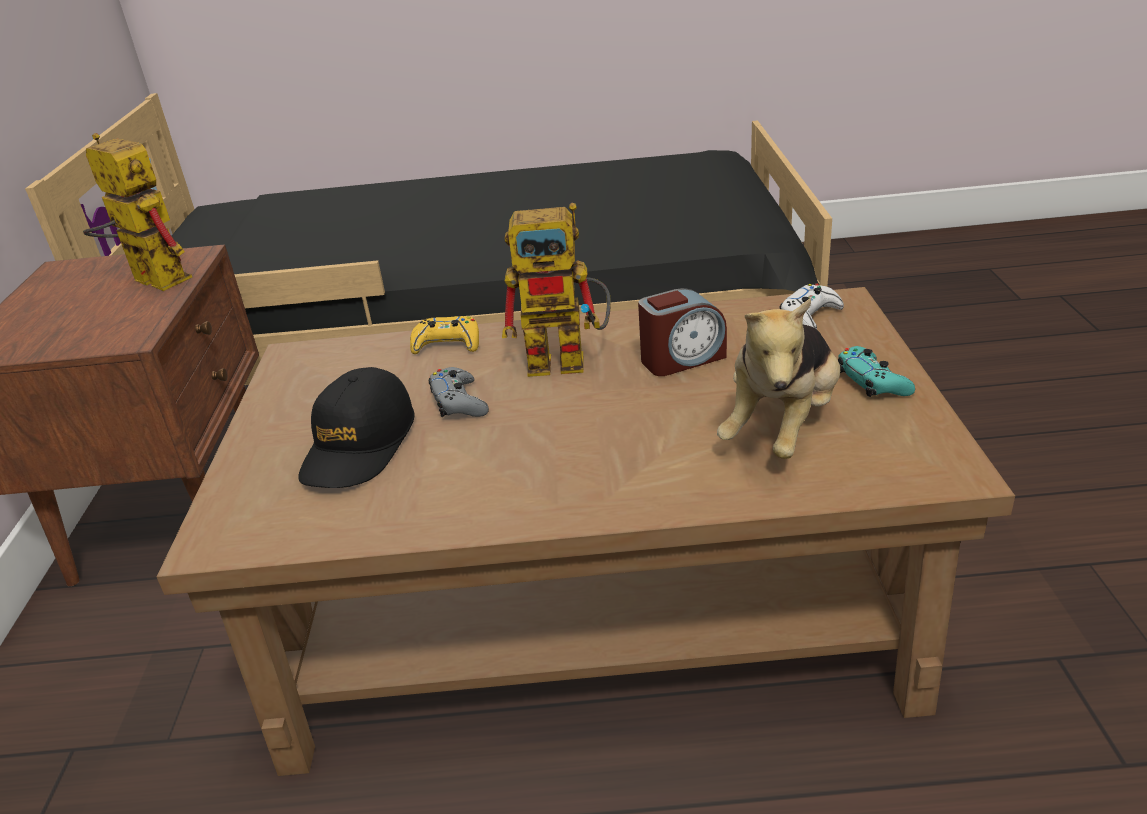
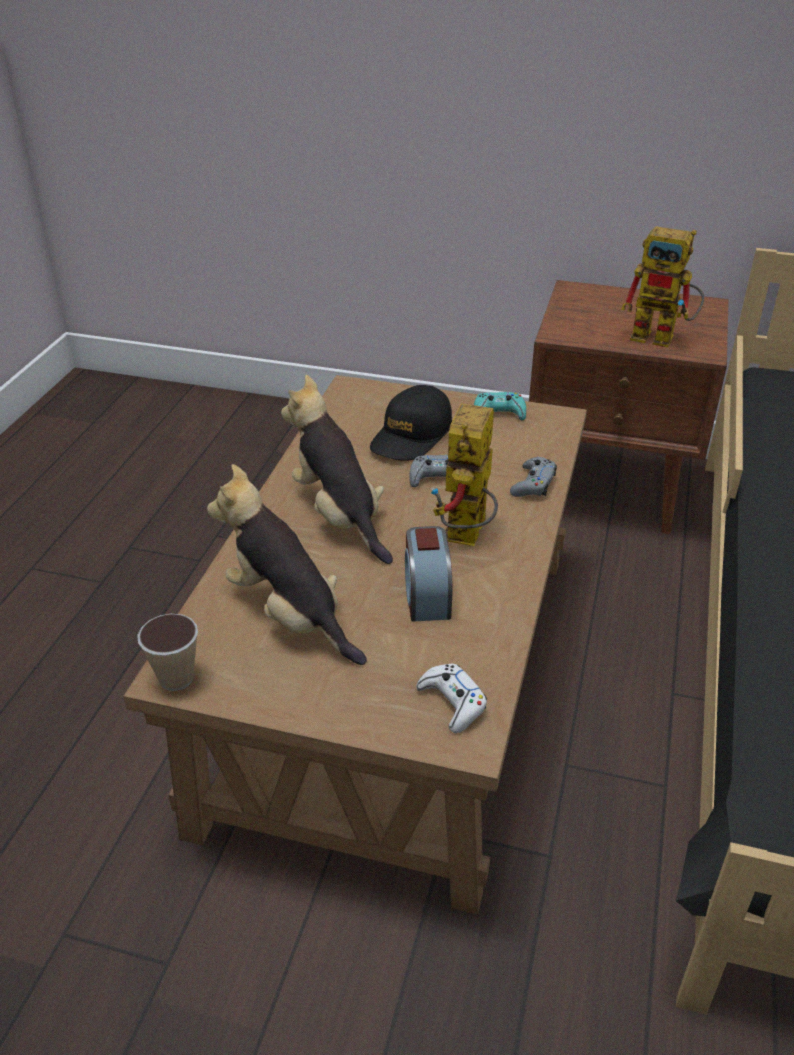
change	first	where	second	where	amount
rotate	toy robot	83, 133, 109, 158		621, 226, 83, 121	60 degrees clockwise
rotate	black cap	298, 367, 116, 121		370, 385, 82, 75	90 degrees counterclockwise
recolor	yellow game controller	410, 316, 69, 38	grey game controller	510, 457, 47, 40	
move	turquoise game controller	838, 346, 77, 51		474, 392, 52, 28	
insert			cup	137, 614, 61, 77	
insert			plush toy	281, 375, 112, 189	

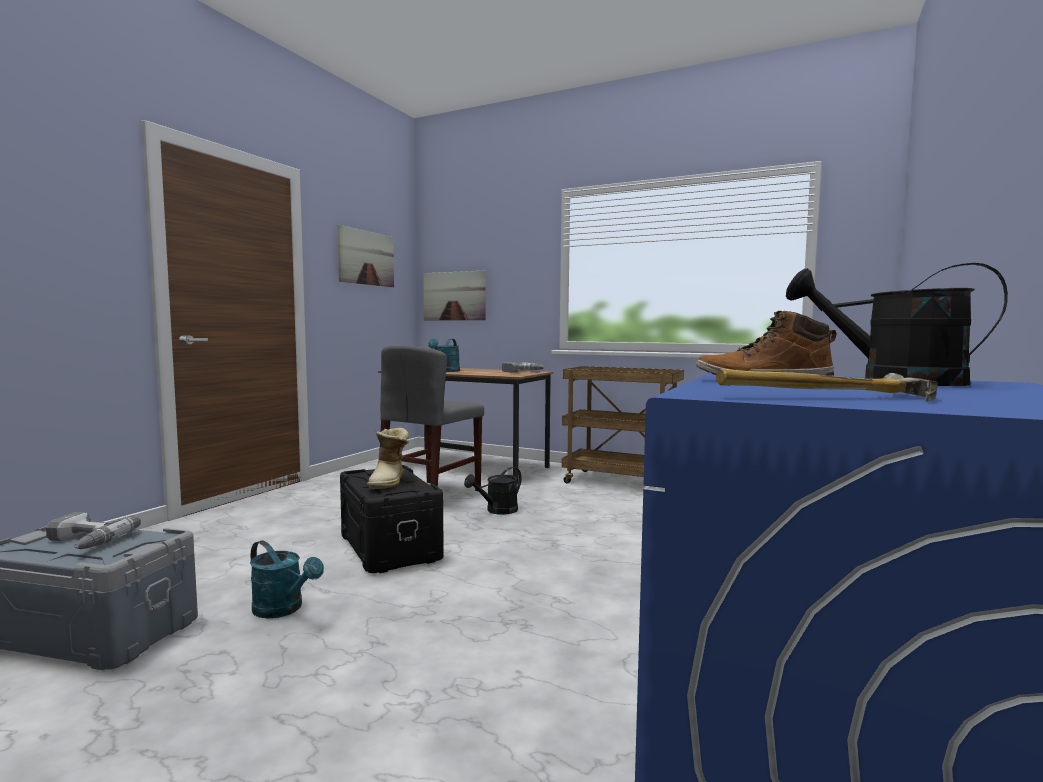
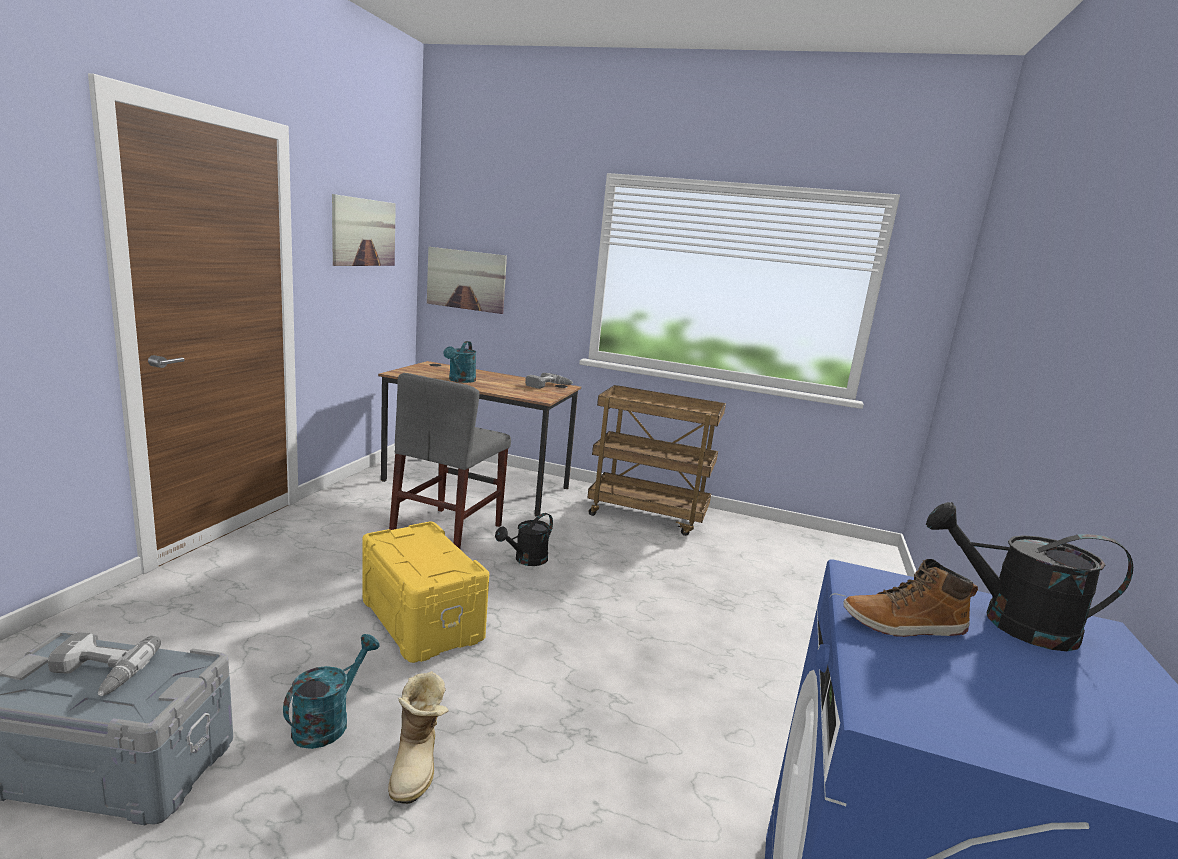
change	first	where	second	where	amount
rotate	turquoise watering can	250, 540, 74, 78		283, 634, 97, 115	90 degrees counterclockwise
recolor	black storage box	340, 465, 104, 108	yellow storage box	362, 521, 127, 142	
move	boot	367, 428, 42, 63		388, 671, 61, 133	
delete	hammer	716, 369, 222, 33			

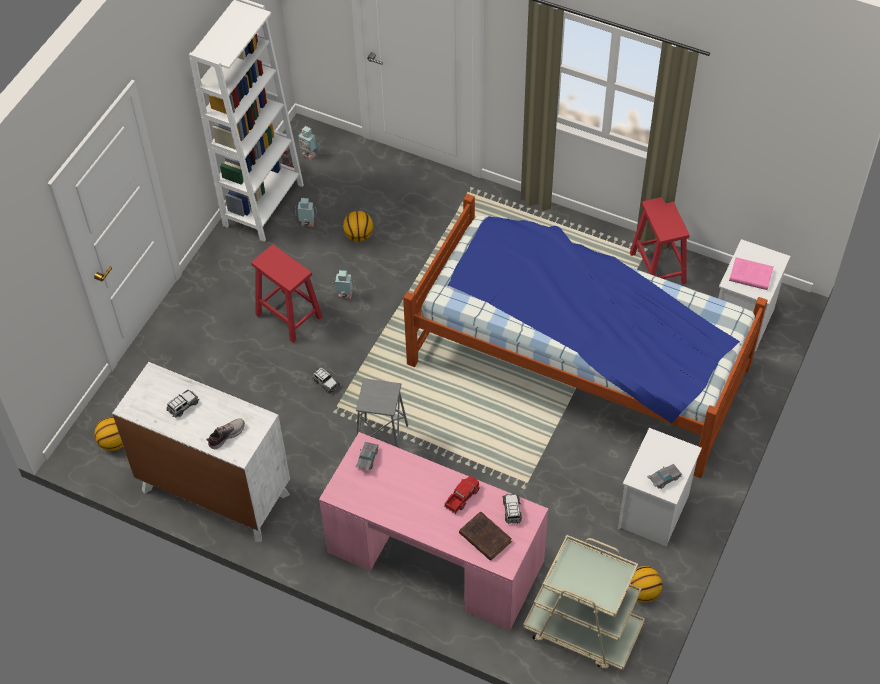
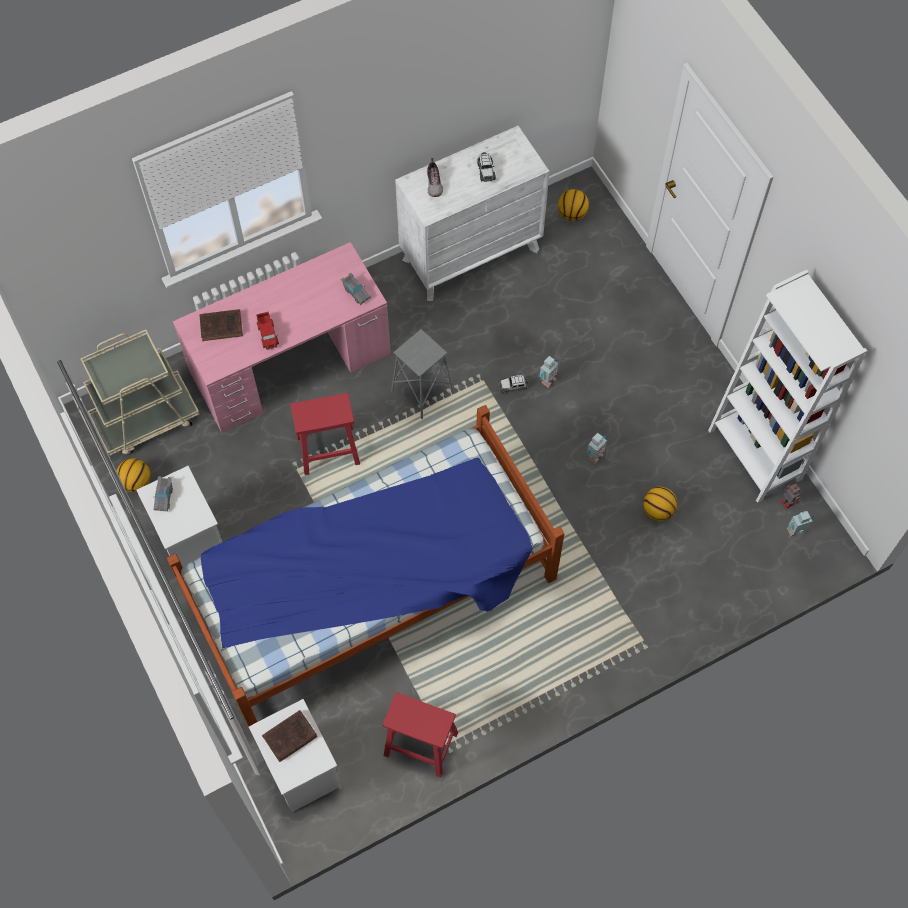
change	first	where	second	where	amount
move	red stool	251, 244, 72, 99		290, 393, 70, 82	
move	toy robot	295, 198, 22, 29		540, 356, 19, 32	
delete	toy car	503, 493, 19, 31			
recolor	pink book	729, 257, 45, 33	brown book	262, 710, 56, 52	

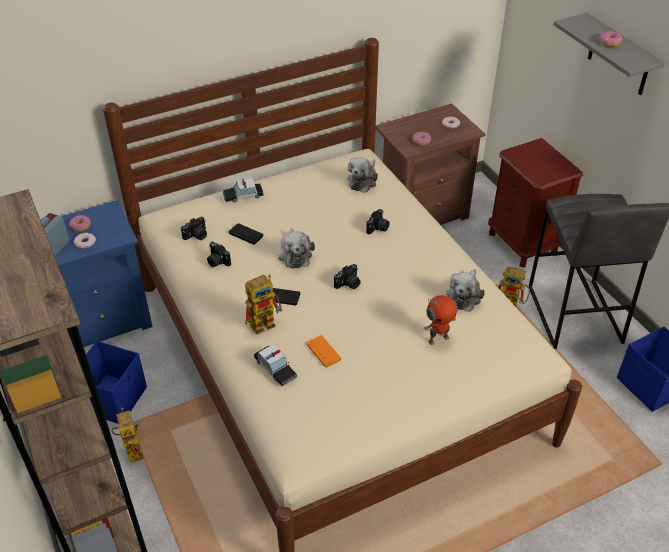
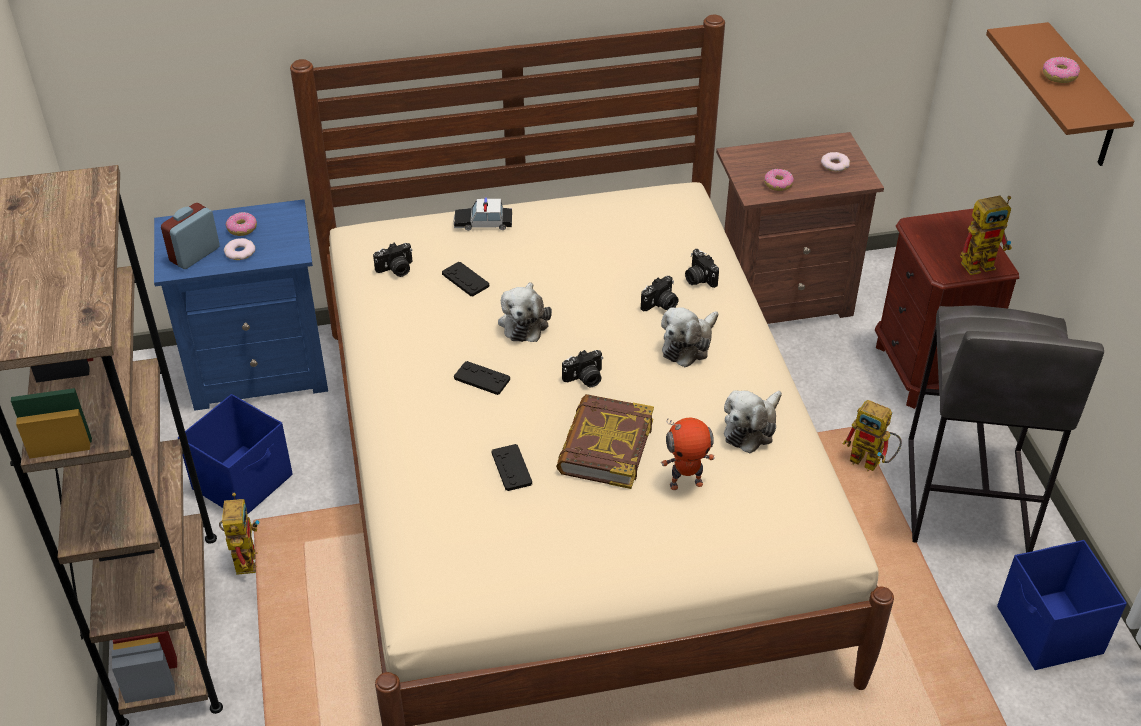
change	first	where	second	where	amount
move	photo camera	207, 241, 24, 26		685, 249, 34, 39	
move	toy robot	245, 275, 37, 60		960, 196, 52, 79	
delete	toy car	254, 344, 43, 43			
recolor	orange game controller	307, 335, 34, 33	black game controller	492, 444, 40, 47	
move	plush toy	347, 157, 31, 36		661, 307, 57, 60	
recolor	grey shelf	554, 13, 111, 82	brown shelf	986, 22, 148, 144	
insert			book	556, 394, 98, 95	

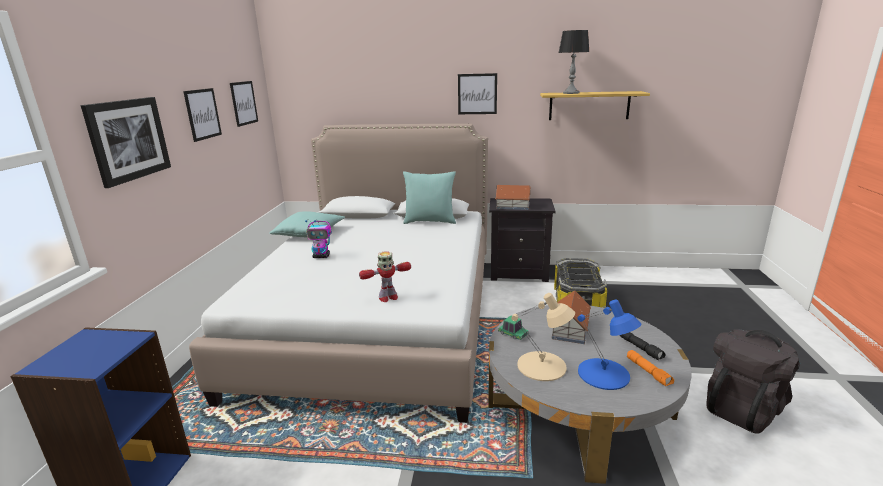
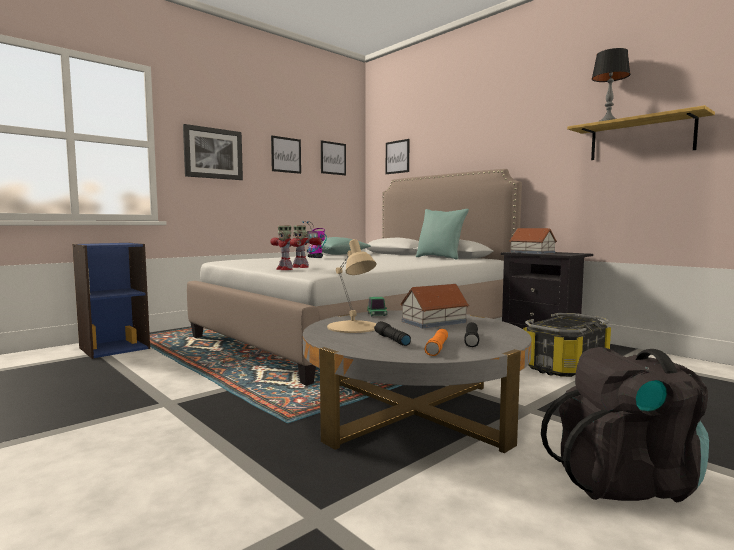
change	first	where	second	where	amount
move	picture	458, 73, 39, 41		386, 139, 24, 35	
replace	blue table lamp	577, 299, 65, 91	black flashlight	374, 321, 37, 25	
insert			toy robot	270, 225, 32, 45	

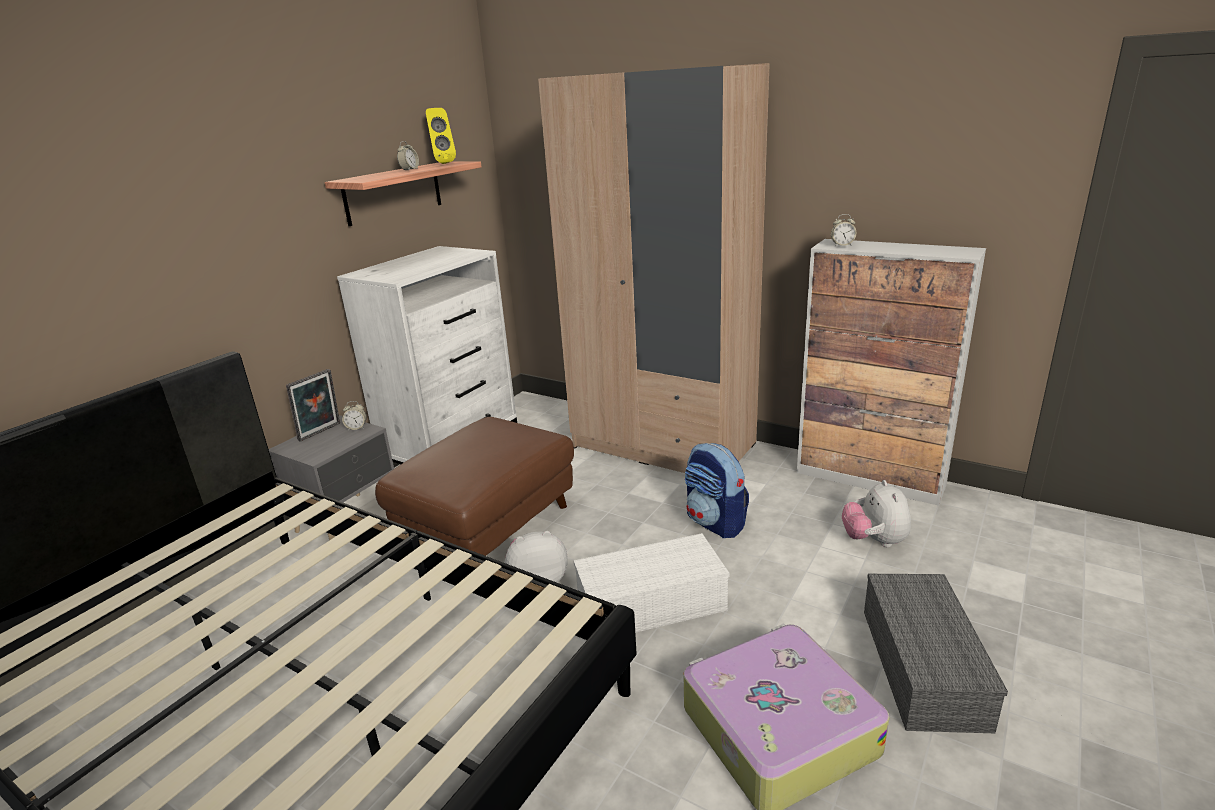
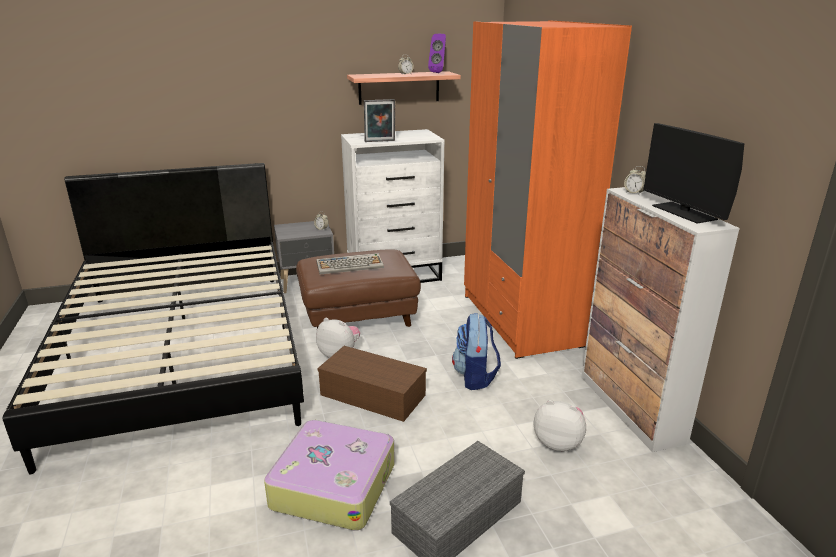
change	first	where	second	where	amount
move	picture frame	286, 369, 54, 73		364, 99, 31, 43	
recolor	yellow speaker	426, 108, 30, 56	purple speaker	428, 34, 18, 39	
recolor	beige wardrobe	538, 63, 232, 410	orange wardrobe	464, 20, 168, 339	
recolor	white storage box	574, 533, 155, 100	brown storage box	317, 346, 110, 76	
rotate	plush toy	842, 480, 69, 67		534, 400, 52, 52	75 degrees clockwise
insert			keyboard	316, 253, 68, 21	
insert			monitor	643, 123, 102, 101	

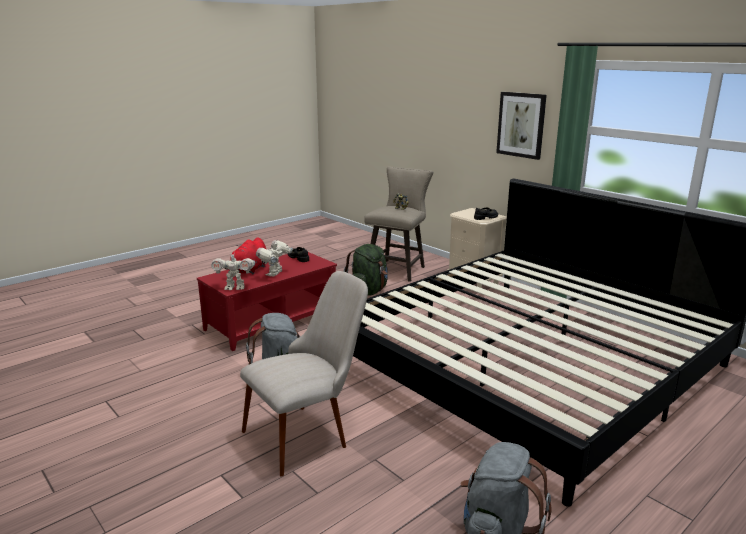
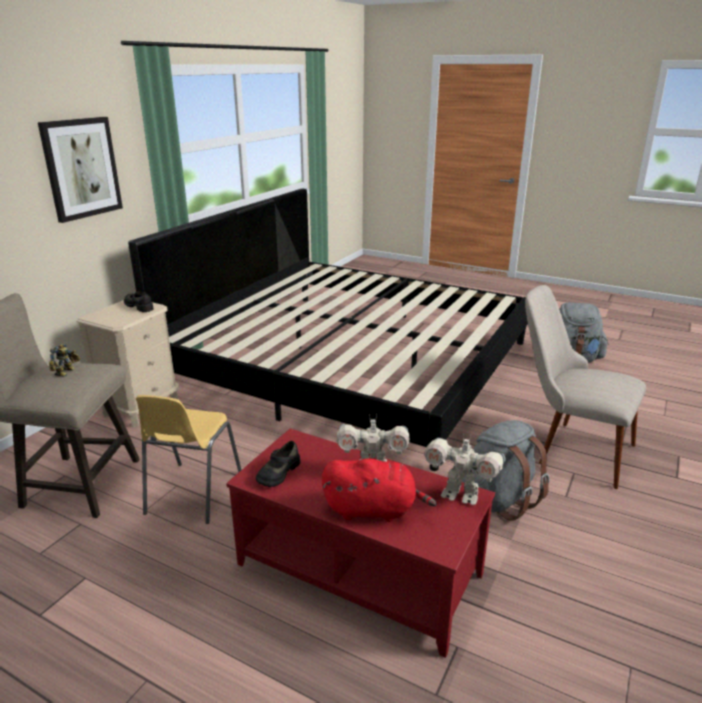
change	first	where	second	where	amount
rotate	toy robot	211, 251, 44, 39		425, 433, 81, 72	135 degrees clockwise
replace	green backpack	344, 244, 44, 52	yellow chair	136, 395, 105, 129	

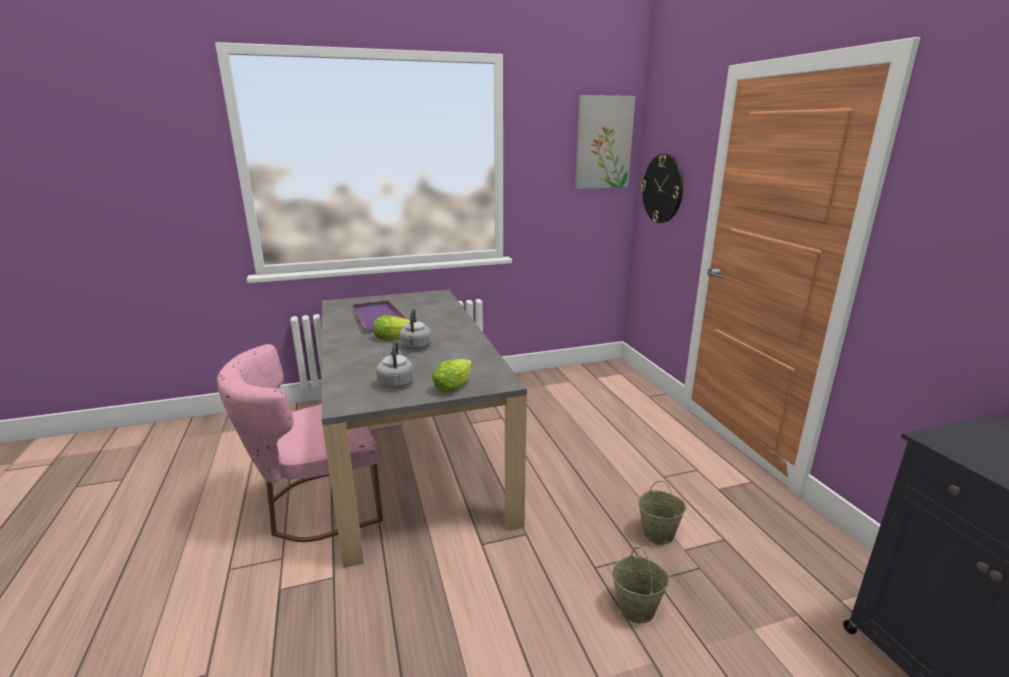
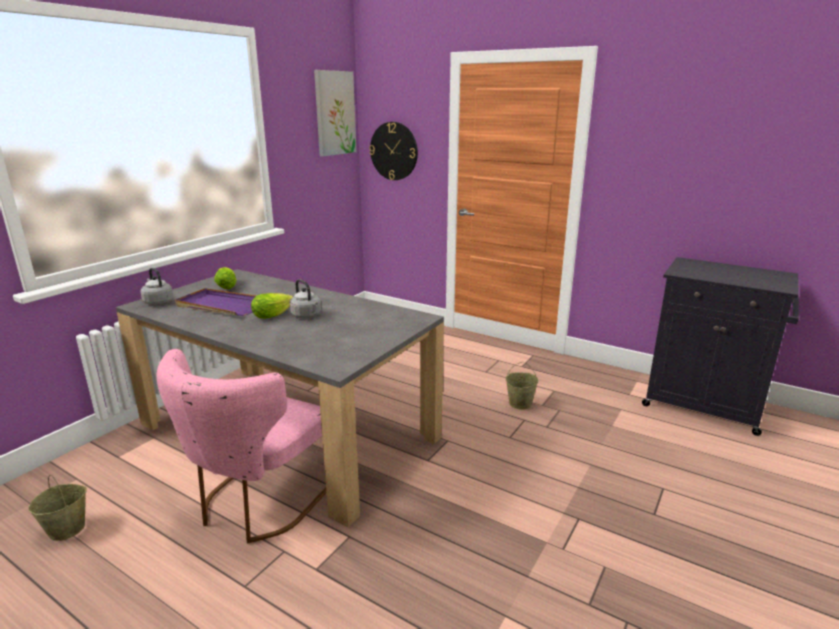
change	first	where	second	where	amount
move	grey kettle	376, 340, 38, 49		141, 268, 32, 37	
move	lettuce	432, 359, 41, 34		214, 267, 23, 22	
move	beige bucket	612, 547, 58, 76		28, 475, 59, 66	

